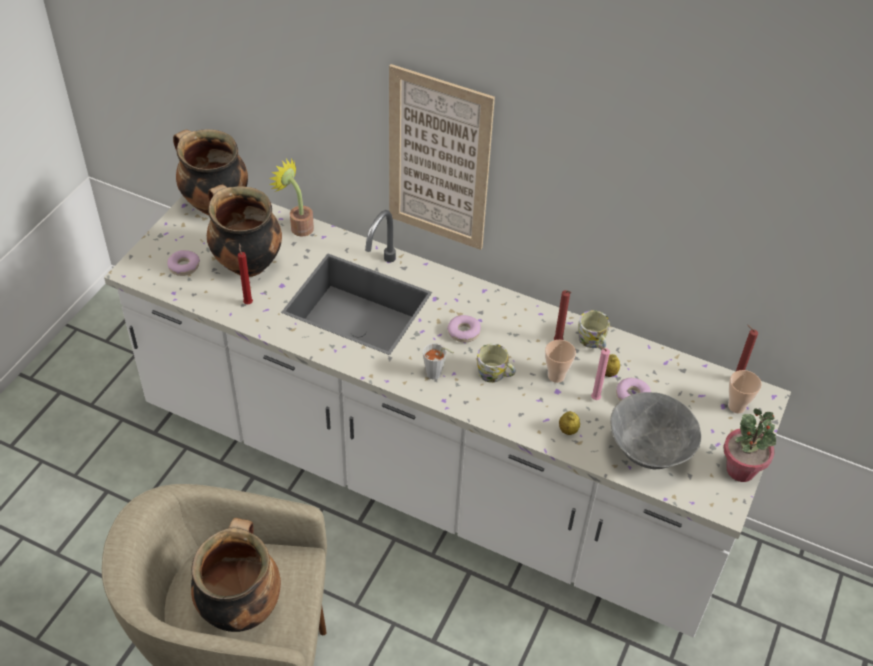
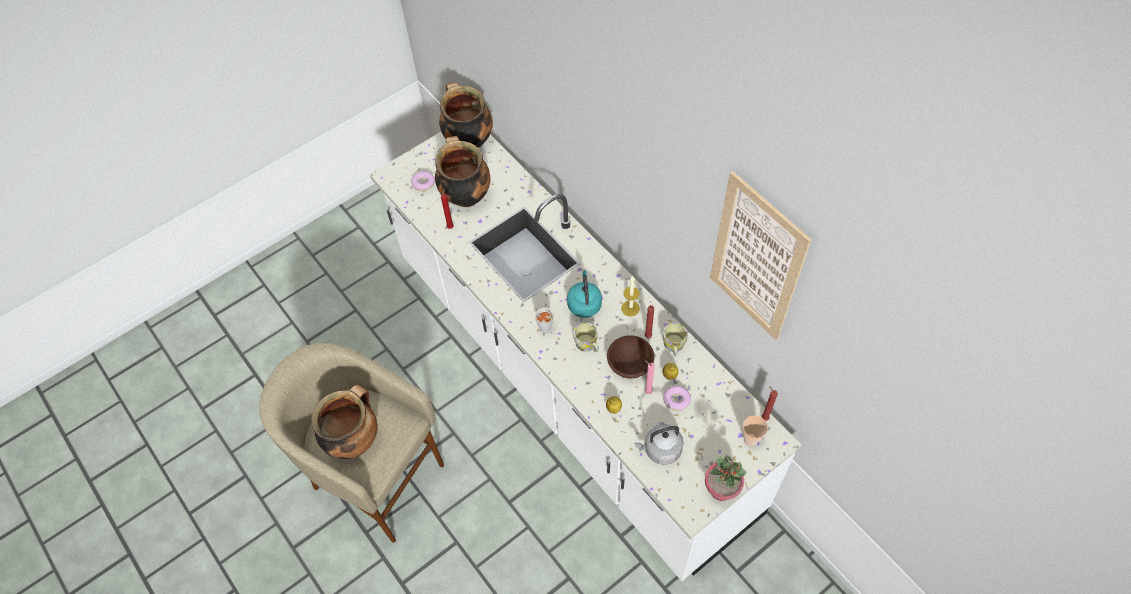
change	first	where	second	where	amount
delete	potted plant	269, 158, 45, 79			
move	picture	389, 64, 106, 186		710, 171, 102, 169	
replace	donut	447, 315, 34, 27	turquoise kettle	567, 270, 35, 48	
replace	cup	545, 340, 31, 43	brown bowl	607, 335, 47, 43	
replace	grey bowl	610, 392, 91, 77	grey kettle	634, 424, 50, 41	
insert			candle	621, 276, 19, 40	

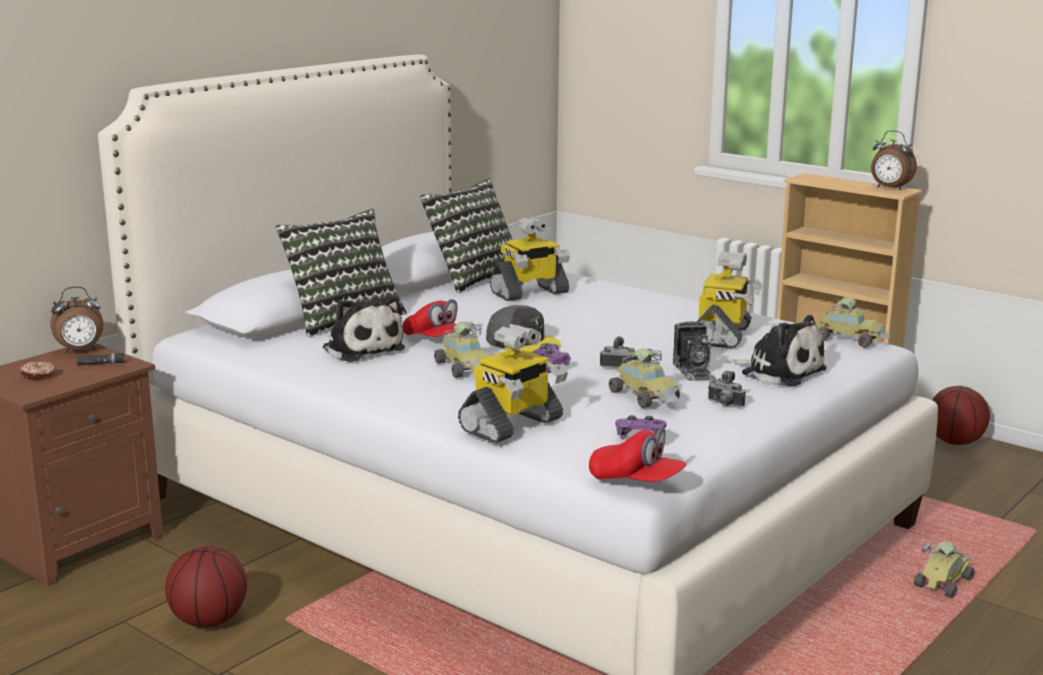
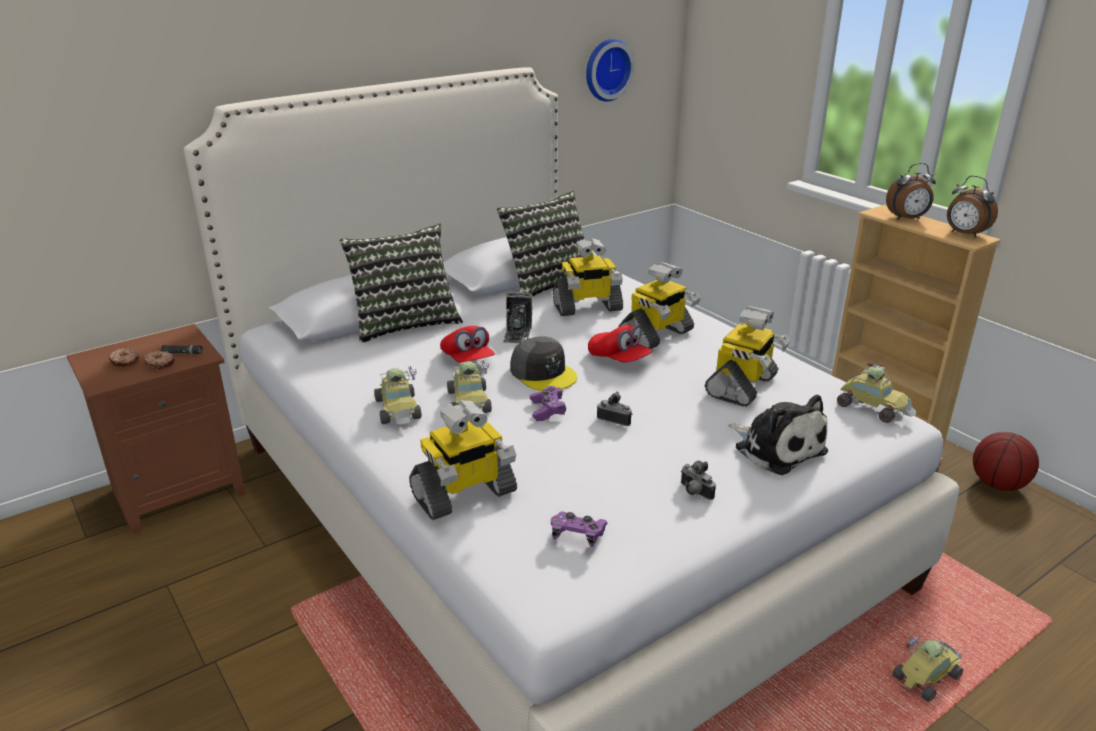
change	first	where	second	where	amount
move	alarm clock	51, 286, 52, 67		886, 163, 50, 57	
delete	basketball	165, 546, 82, 81			
delete	plush toy	323, 297, 82, 65			
move	red cap	589, 427, 98, 55		588, 324, 65, 38	
move	toy car	609, 348, 71, 60		374, 366, 48, 58	
move	photo camera	673, 321, 43, 60		503, 292, 29, 51	
insert			donut	144, 351, 31, 18	
insert			wall clock	586, 38, 49, 64	
insert			toy robot	619, 262, 82, 87	

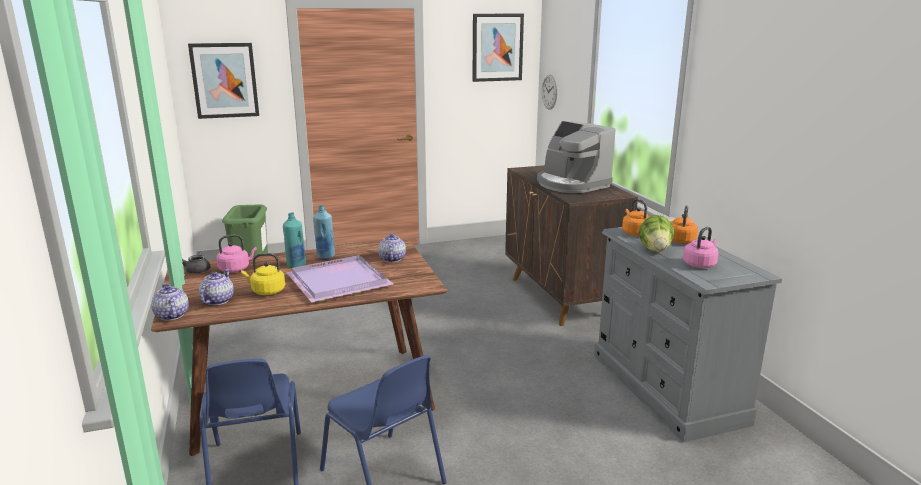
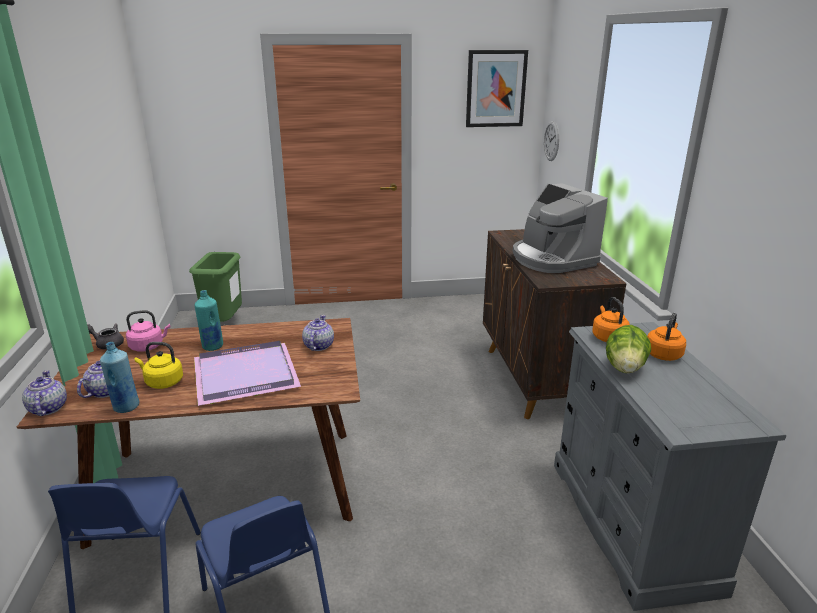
change	first	where	second	where	amount
delete	picture	188, 43, 71, 76			
move	blue bottle	313, 205, 22, 54		100, 342, 39, 71	
delete	pink kettle	683, 227, 36, 41			

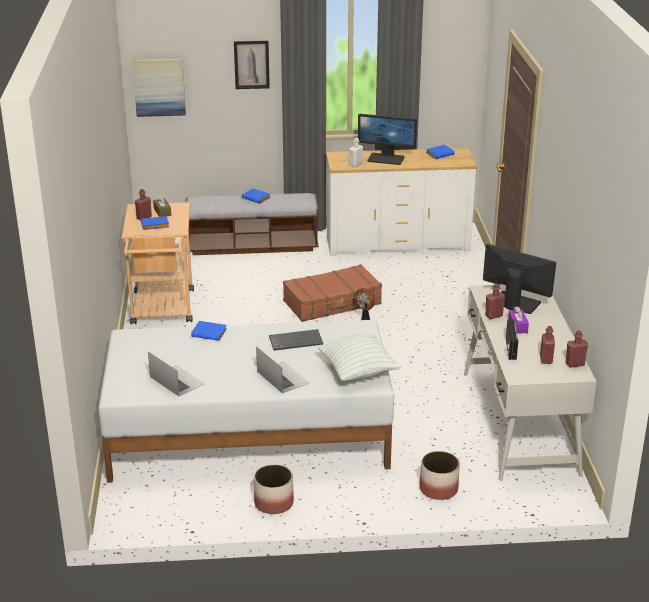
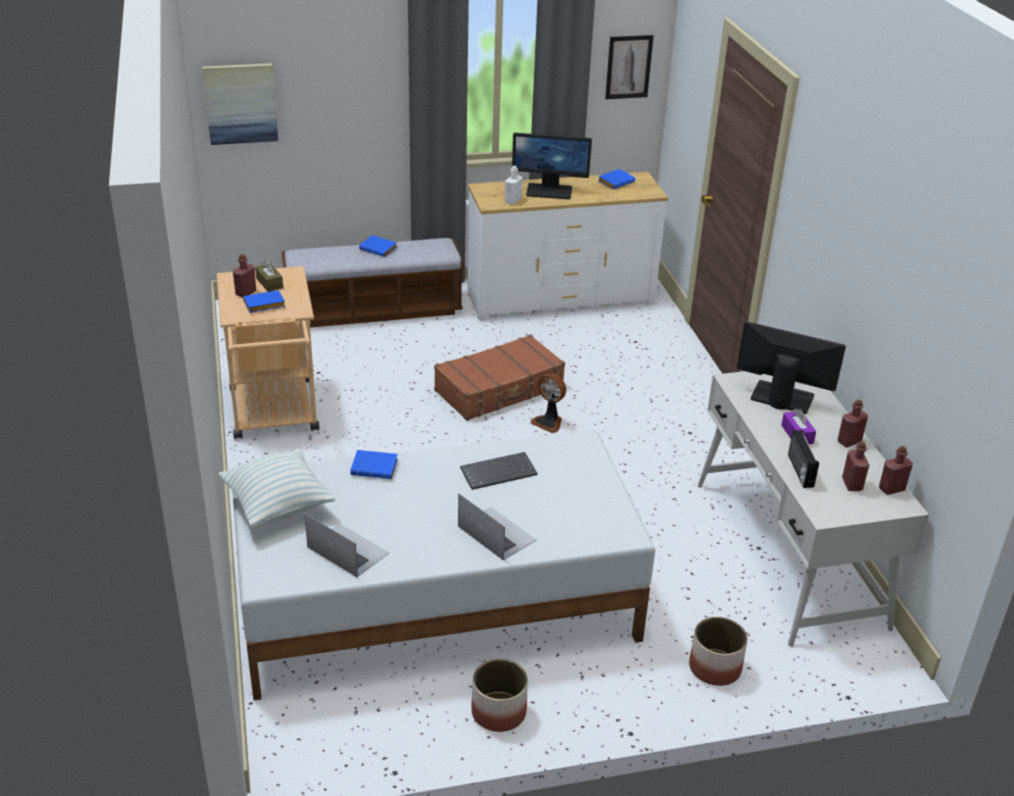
change	first	where	second	where	amount
move	picture	234, 40, 36, 49		605, 35, 48, 64	
move	pillow	318, 334, 83, 47		219, 449, 116, 78	
move	red bottle	485, 284, 20, 35		838, 400, 30, 48	

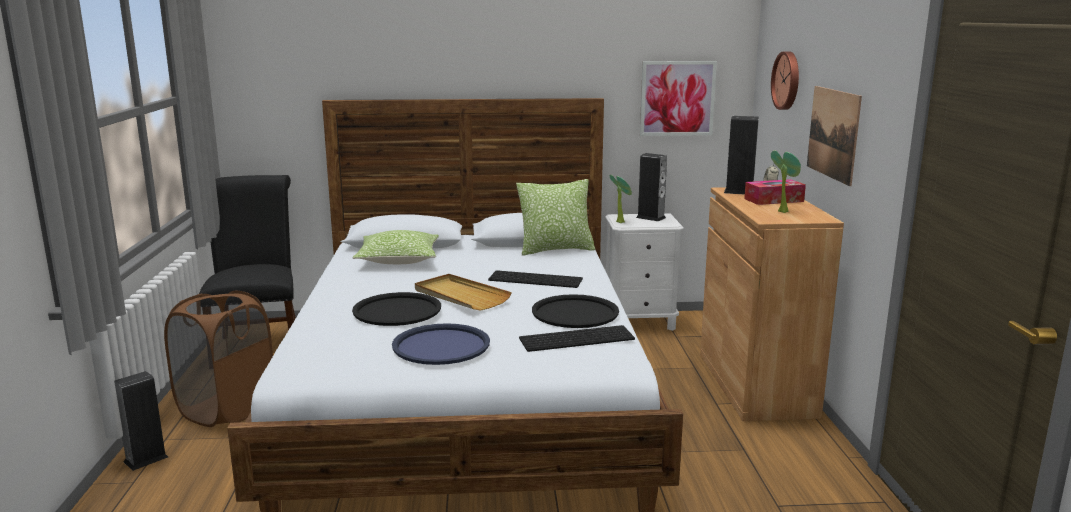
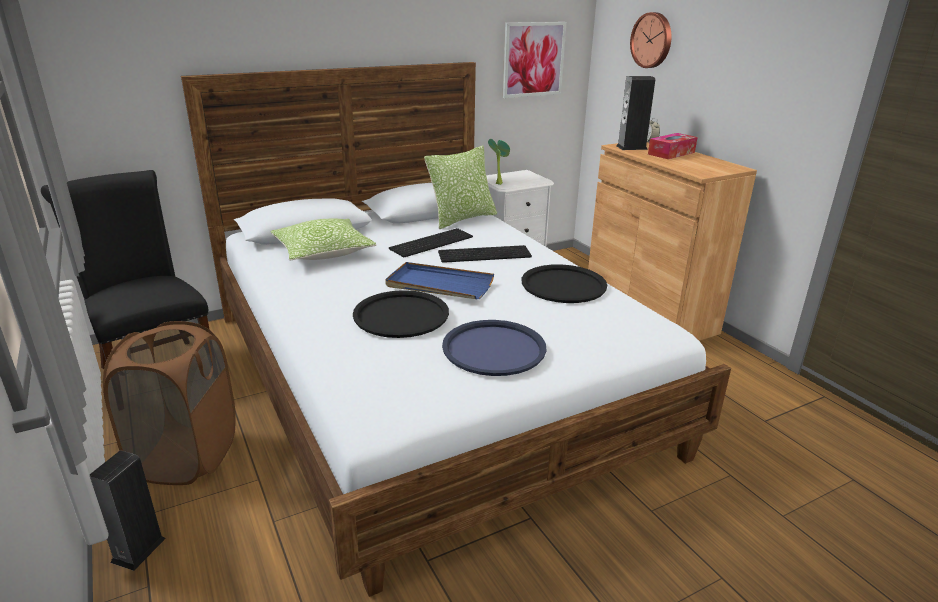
change	first	where	second	where	amount
recolor	beige tray	415, 274, 97, 37	blue tray	385, 262, 109, 37	
move	keyboard	519, 325, 116, 27		389, 228, 84, 29	
delete	speaker	636, 153, 31, 68			
delete	potted plant	771, 150, 30, 63			
delete	picture	807, 86, 55, 100			

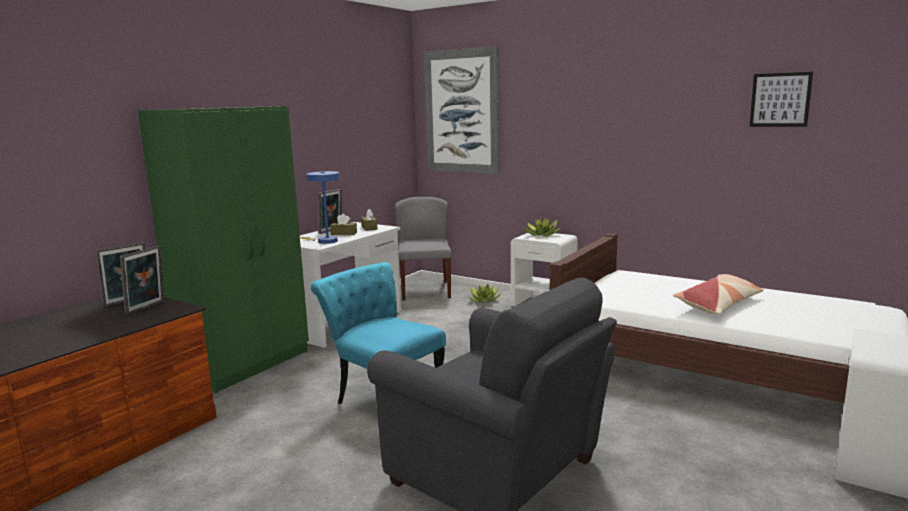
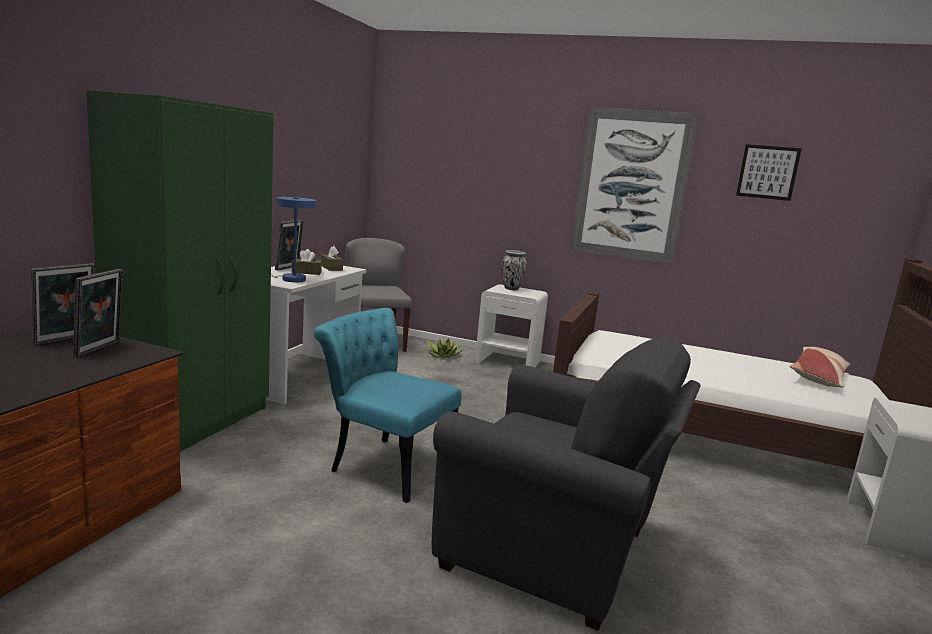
change	first	where	second	where	amount
move	picture	424, 46, 76, 128		571, 107, 128, 158	
replace	potted plant	523, 218, 38, 19	vase	502, 250, 25, 40	
move	pillow	673, 274, 90, 40		790, 347, 60, 40	

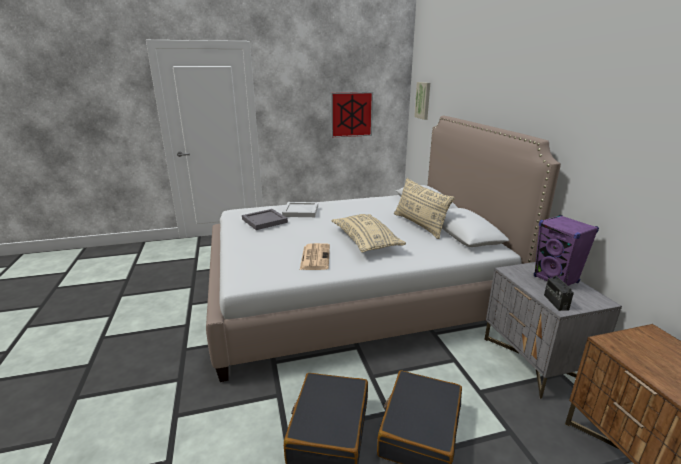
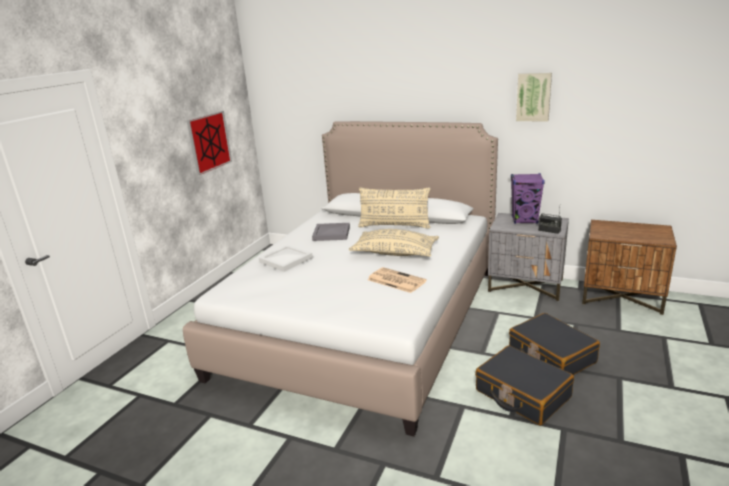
change	first	where	second	where	amount
move	grey tray	242, 209, 46, 21		312, 223, 38, 18	
move	picture	414, 82, 16, 38		516, 73, 36, 49	

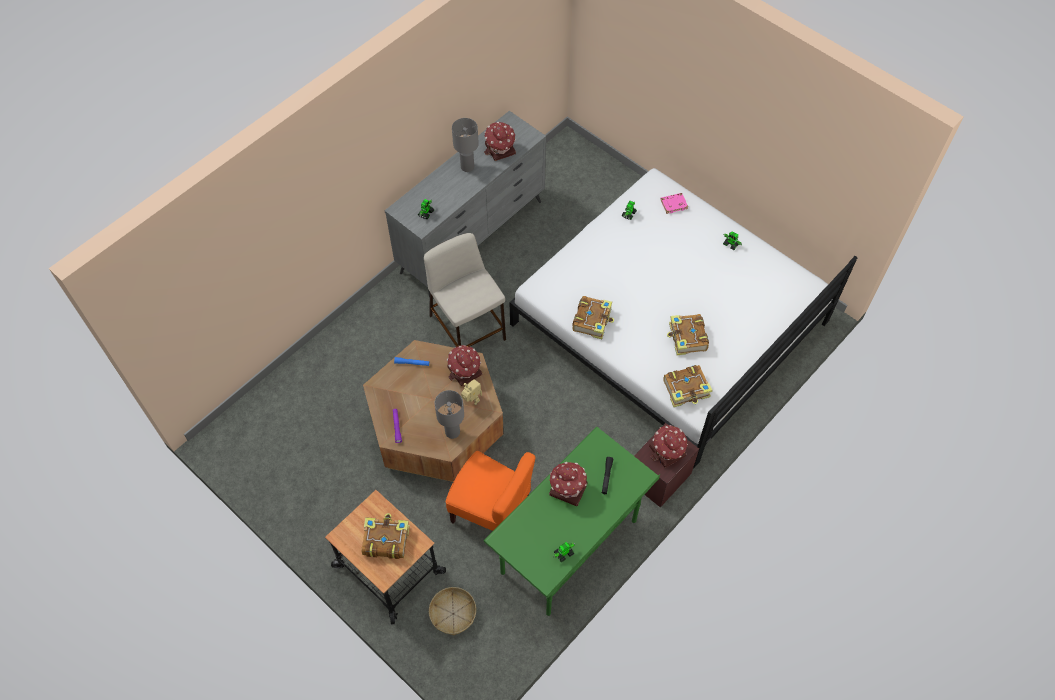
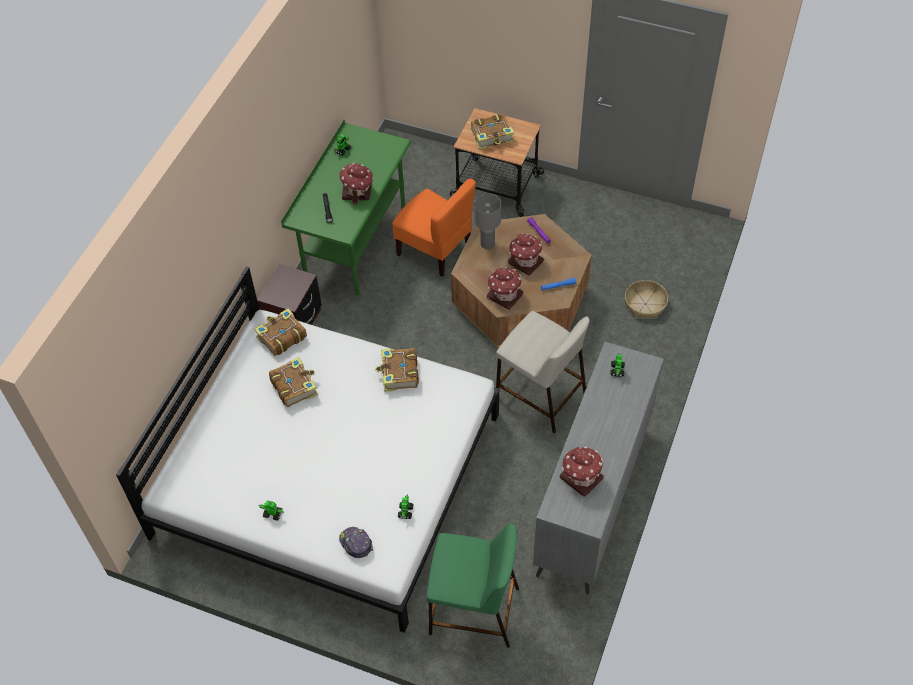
change	first	where	second	where	amount
move	basket	429, 587, 47, 48		625, 280, 43, 38	
rotate	orange chair	446, 451, 89, 80		392, 179, 84, 98	150 degrees counterclockwise
delete	grey table lamp	452, 118, 27, 54			
delete	toy robot	461, 379, 21, 26			
move	toy house	649, 425, 39, 43		508, 233, 36, 43	
replace	pink book	660, 193, 28, 21	cap	339, 527, 34, 31	
insert			green stool	426, 523, 93, 125	

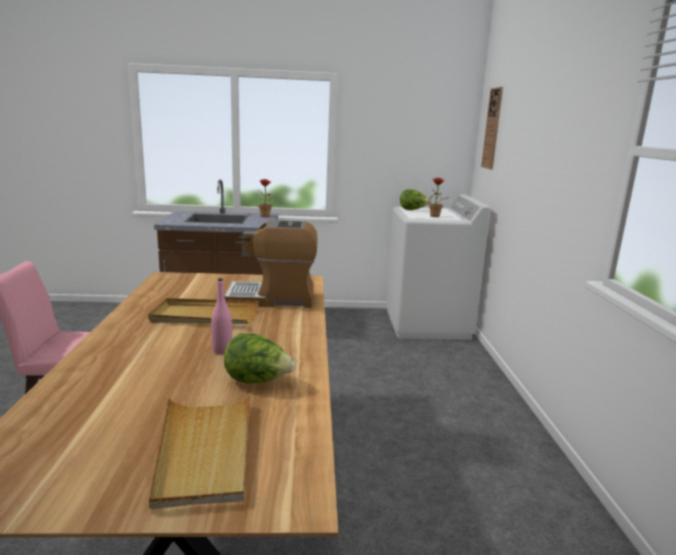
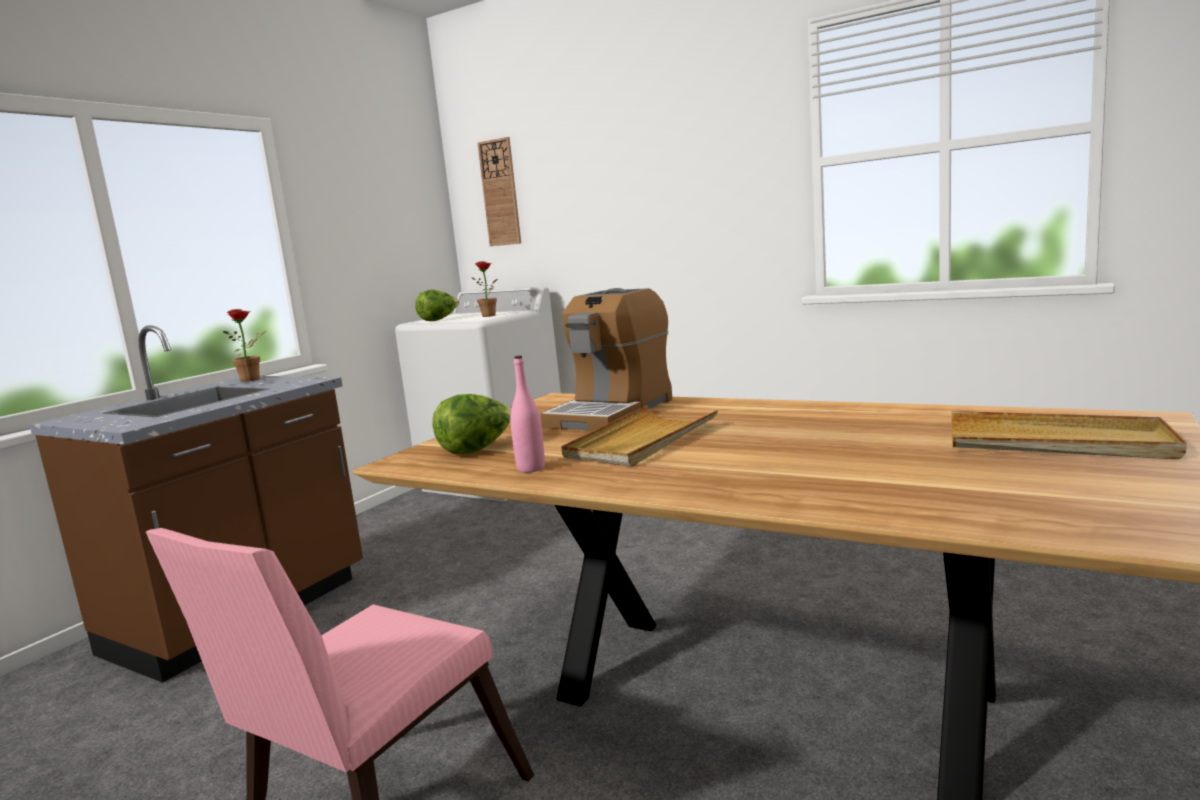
change	first	where	second	where	amount
move	pink bottle	211, 278, 21, 76		510, 356, 35, 117	
move	lettuce	224, 333, 72, 50		432, 394, 80, 60	

